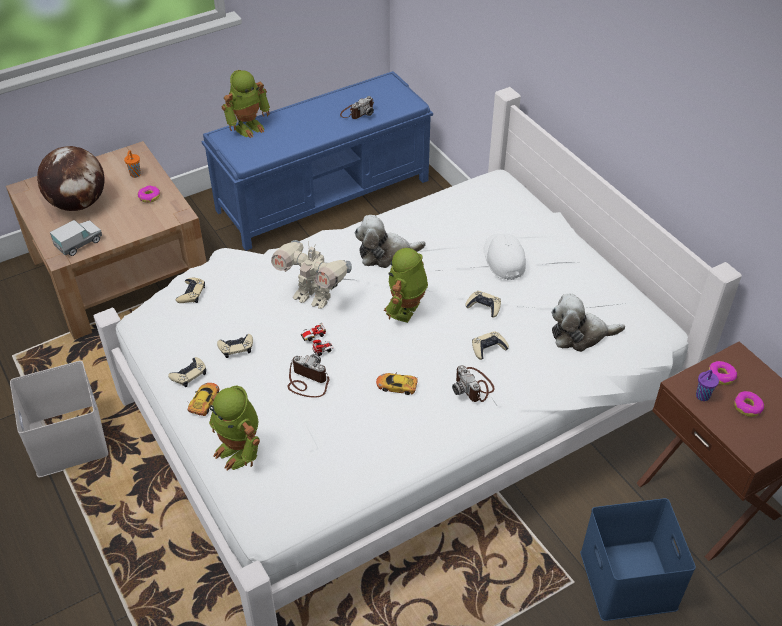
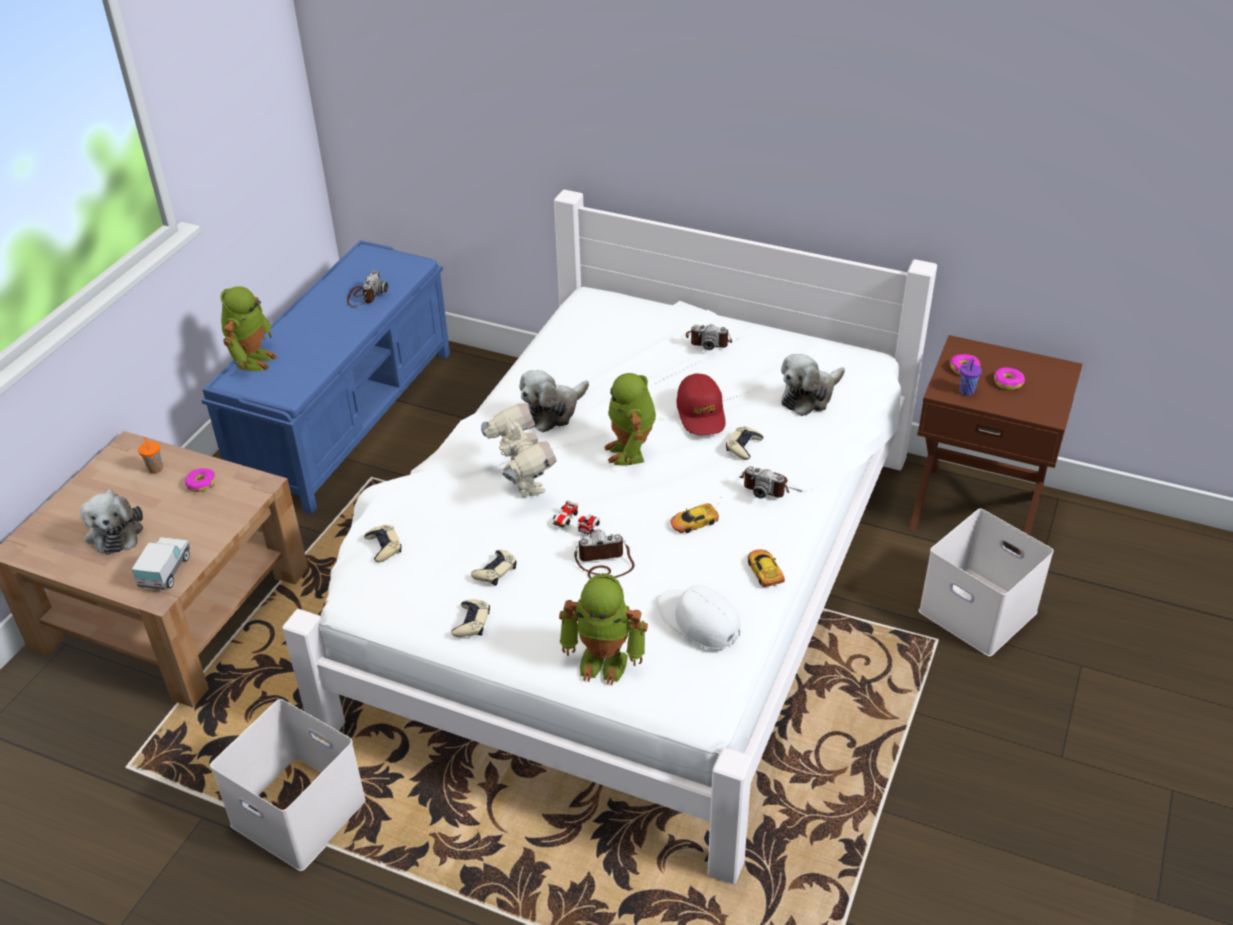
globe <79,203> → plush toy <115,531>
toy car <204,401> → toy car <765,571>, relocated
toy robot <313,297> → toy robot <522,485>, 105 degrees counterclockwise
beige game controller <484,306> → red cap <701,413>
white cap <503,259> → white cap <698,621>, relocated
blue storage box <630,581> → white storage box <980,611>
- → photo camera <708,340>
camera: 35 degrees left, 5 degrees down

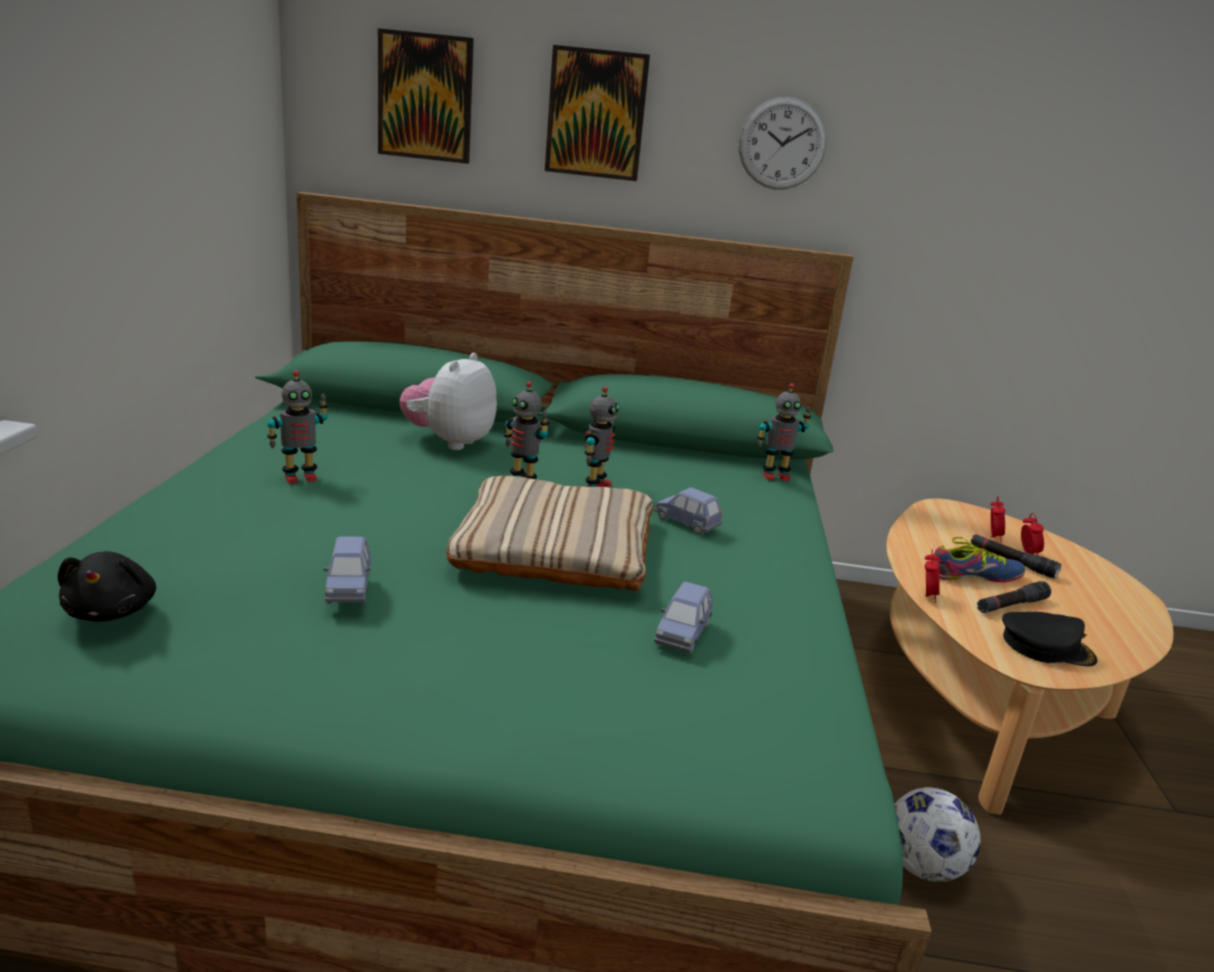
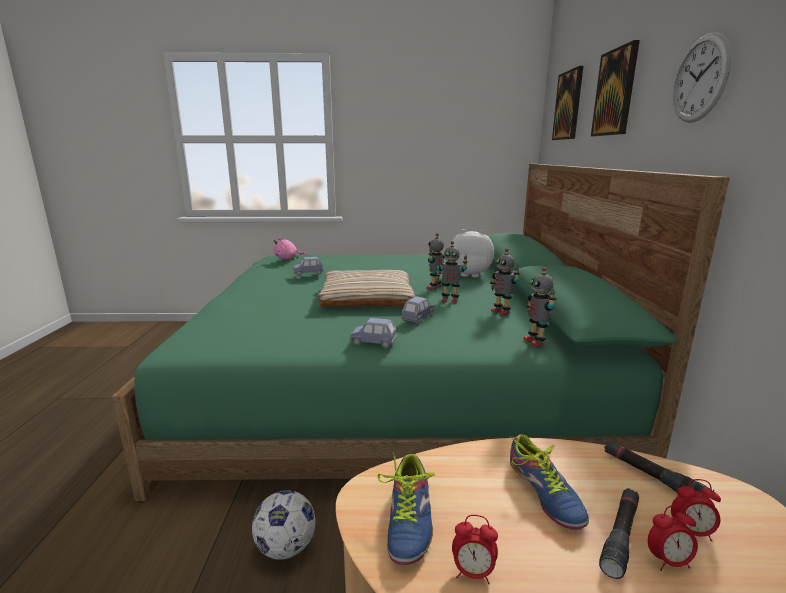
black plush toy <112,611> → pink plush toy <288,258>
toy robot <300,477> → toy robot <501,312>, relocated
blue toy car <682,634> → blue toy car <373,342>, relocated
alarm clock <927,596> → alarm clock <473,572>, relocated
black flashlight <1011,605> → black flashlight <650,476>, relocated
black cap <1045,647> → shoe <409,519>
camera: 85 degrees right, 5 degrees down

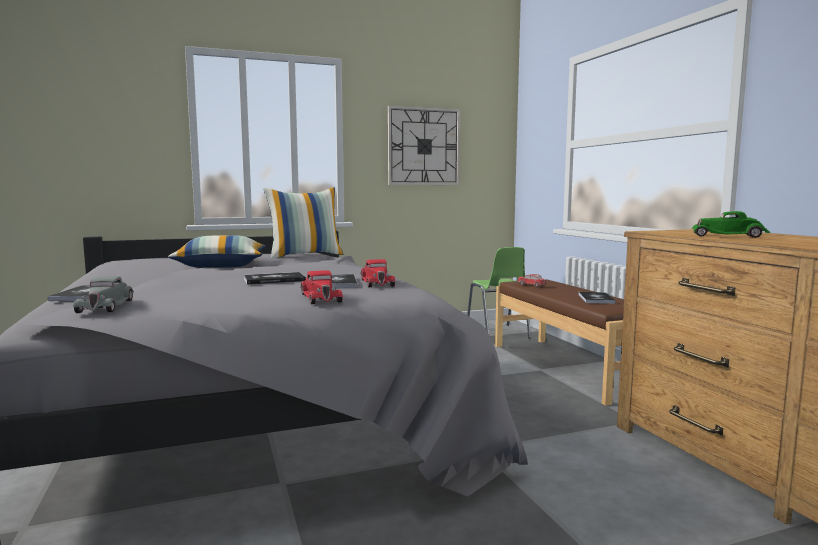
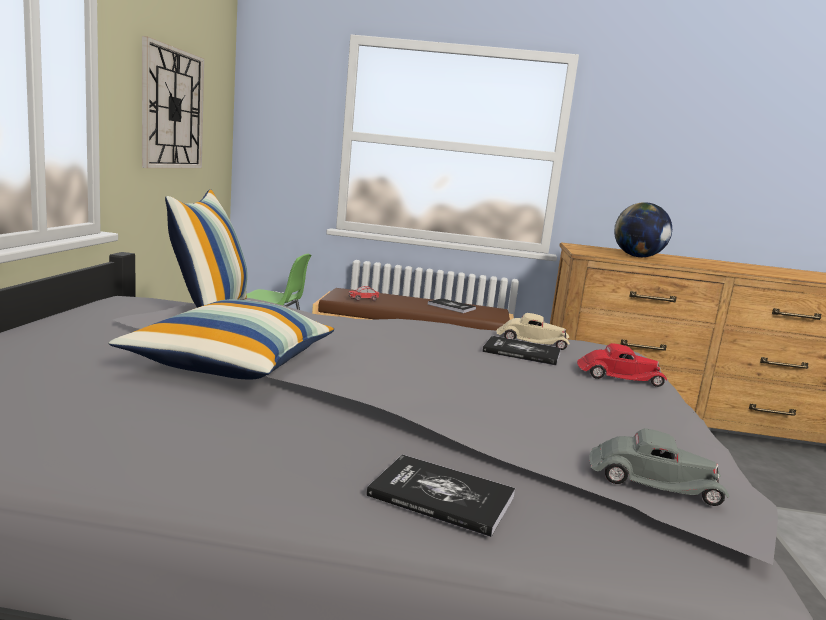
book <274,280> → -
red toy car <377,282> → beige toy car <531,341>
green toy car <729,236> → globe <637,257>
camera: 65 degrees left, 5 degrees up

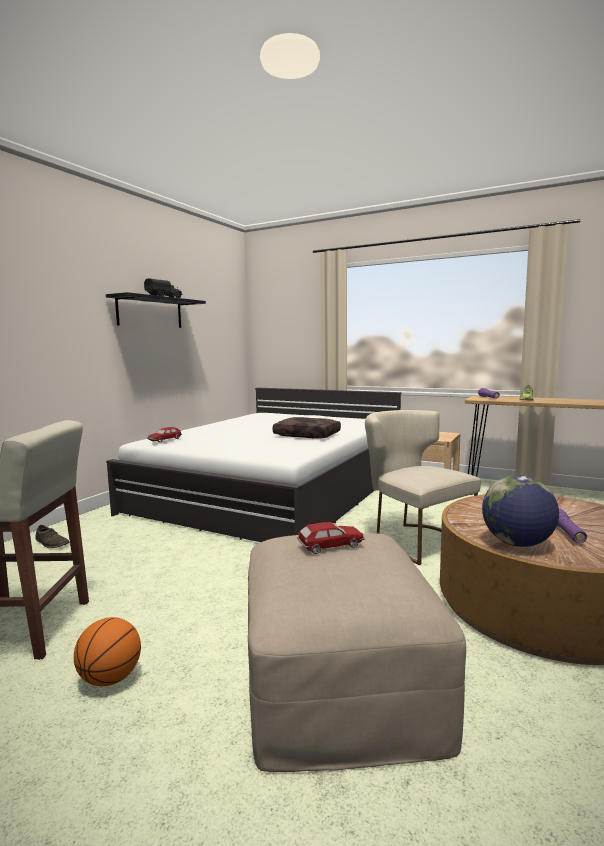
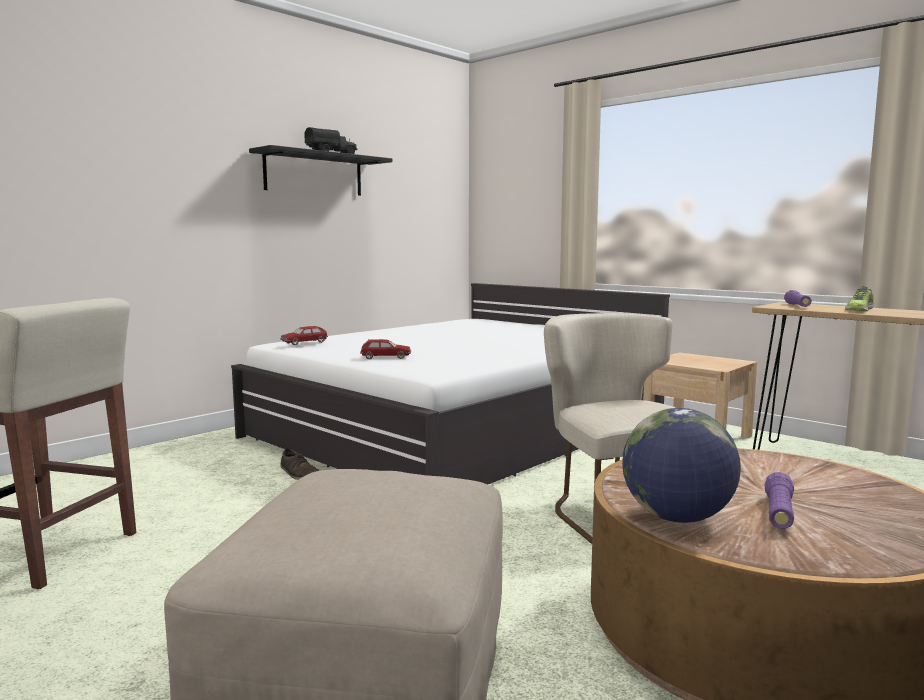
brown shoe <52,543> → brown shoe <299,473>, relocated
basketball <110,679> → -
brown pillow <308,435> → -
toy car <331,545> → toy car <386,357>, relocated
camera: 15 degrees right, 0 degrees up

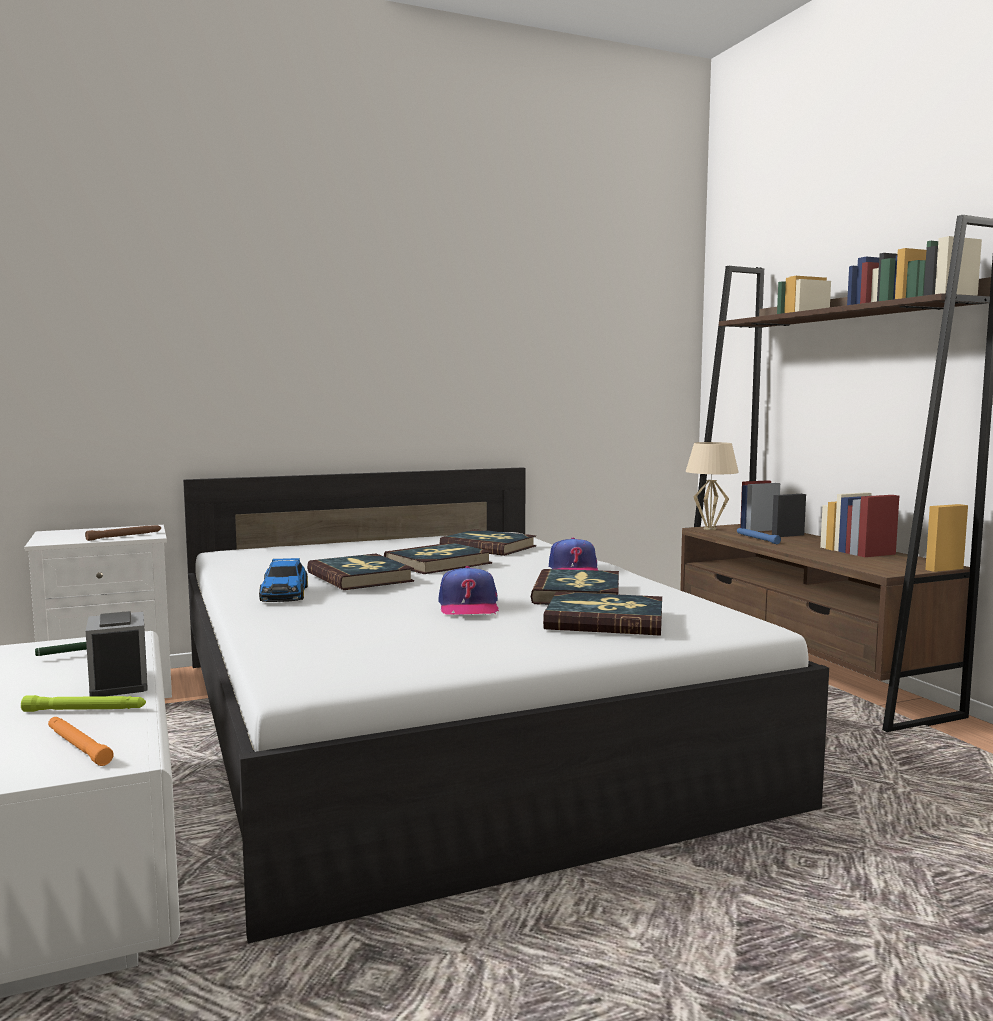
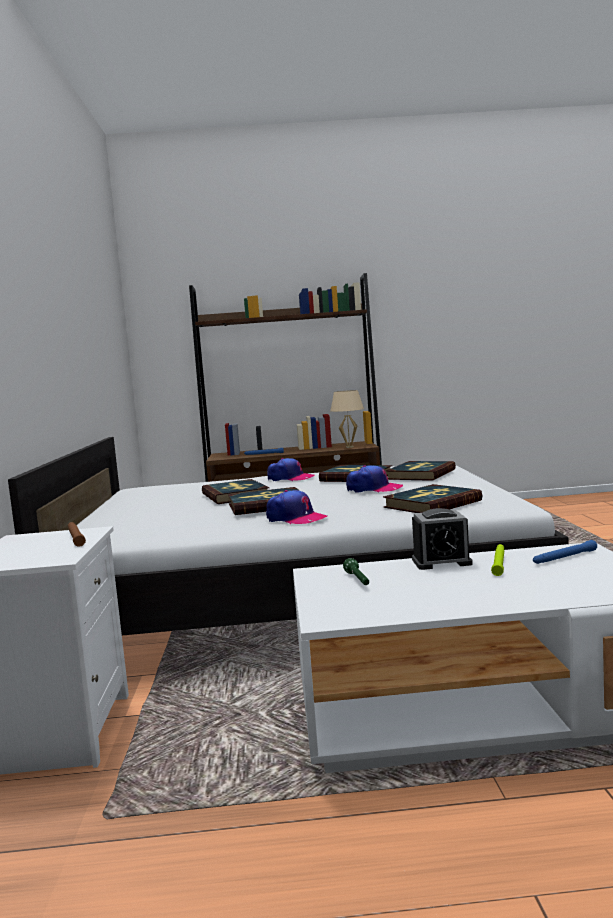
orange flashlight <77,746> → blue flashlight <564,557>
toy car <284,594> → cap <295,518>
book <488,547> → book <432,504>, relocated
beige table lamp <710,529> → beige table lamp <349,447>, relocated
camera: 70 degrees left, 0 degrees up

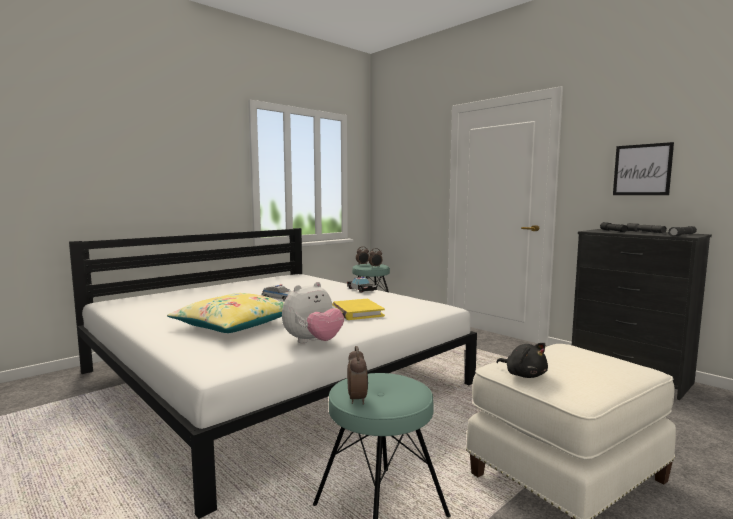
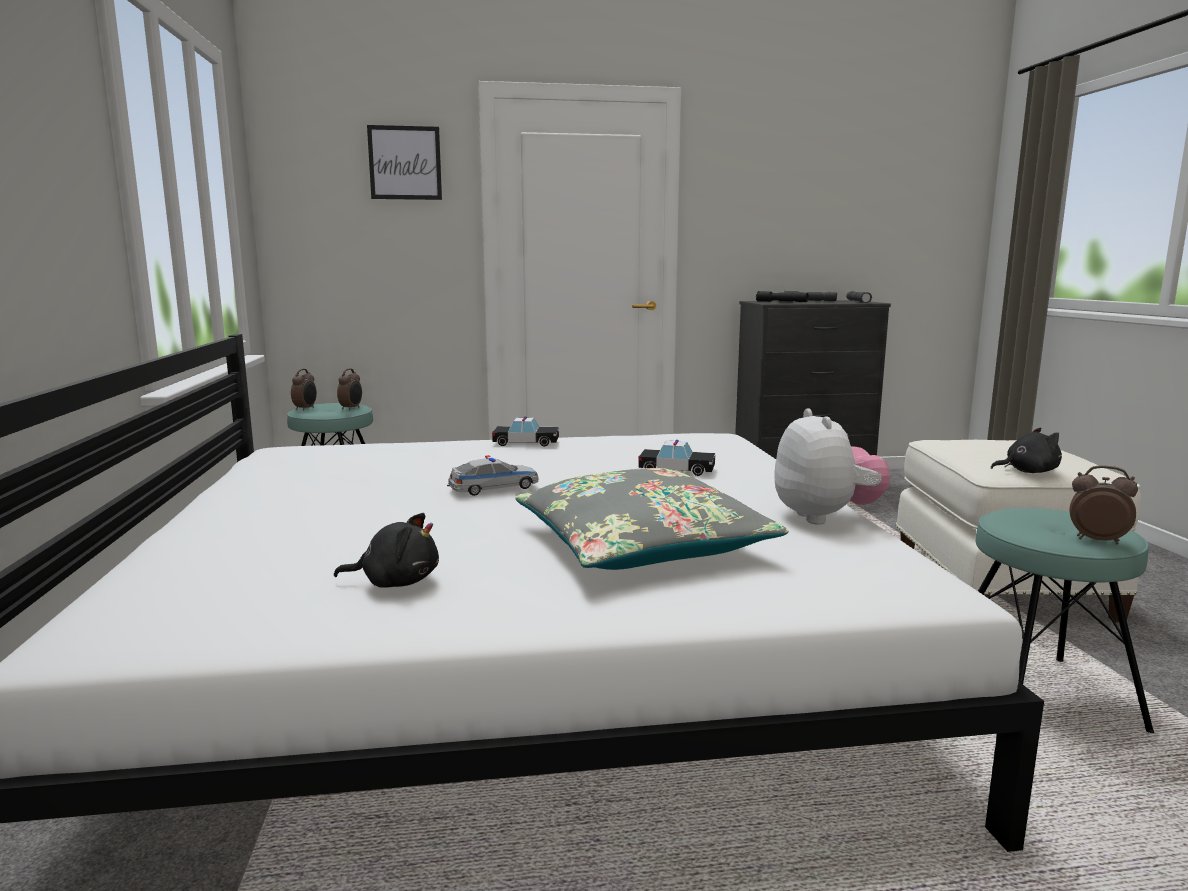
yellow pillow <234,325> → grey pillow <641,545>
yellow book <357,312> → toy car <676,470>
picture <642,169> → picture <405,163>, relocated
- → black plush toy <396,582>
camera: 55 degrees left, 5 degrees up

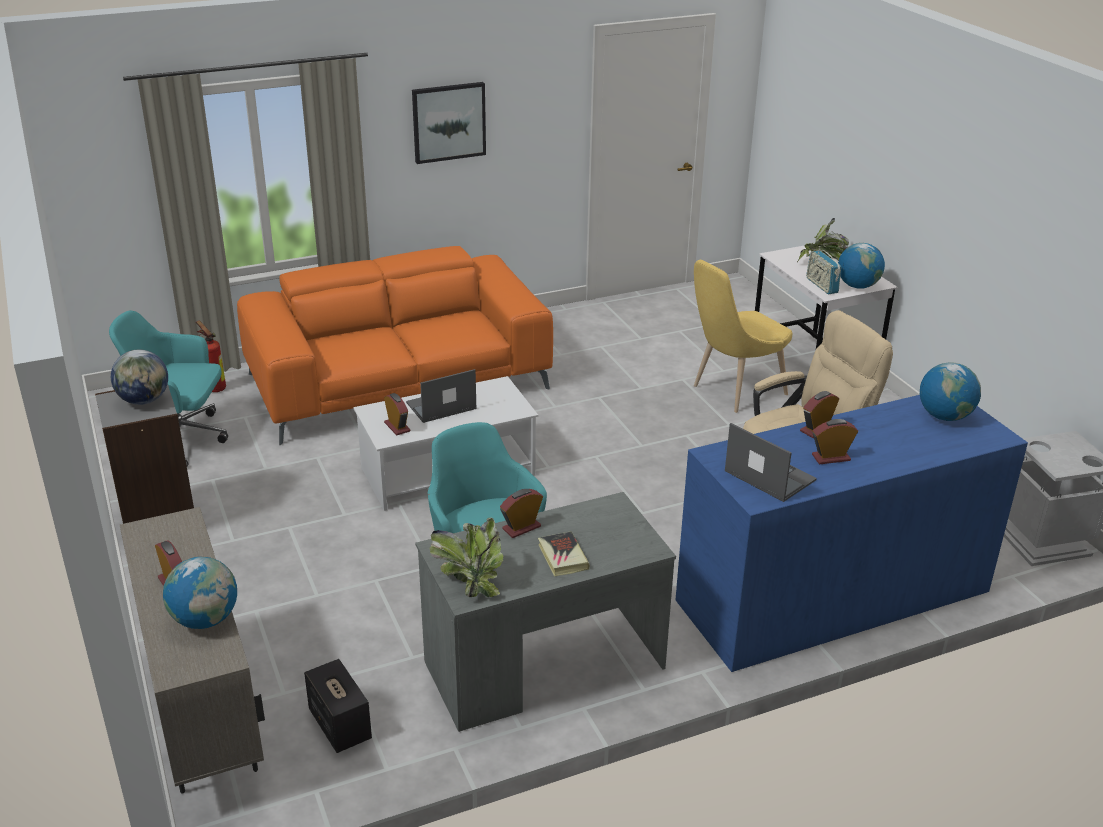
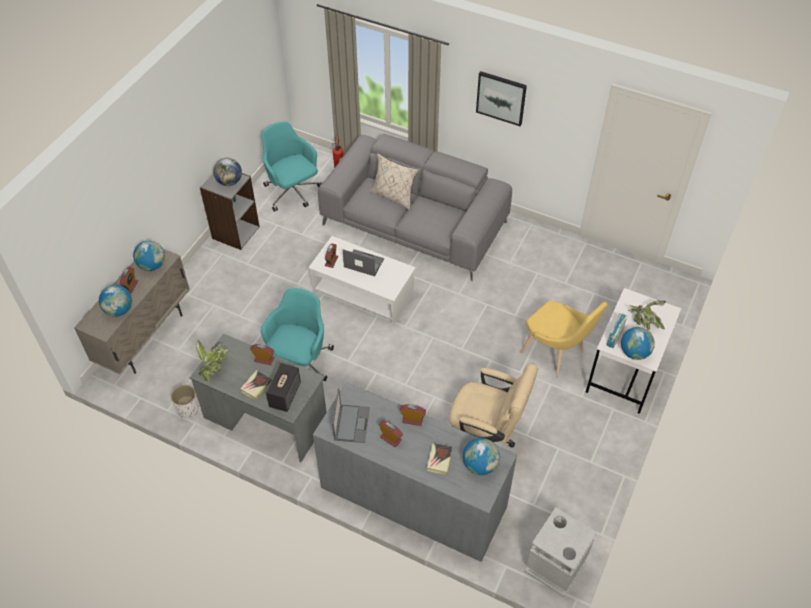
orange sofa <398,381> → grey sofa <415,223>
speaker <339,724> → speaker <285,394>, relocated
blue dresser <832,596> → grey dresser <413,496>
yellow chair <734,391> → yellow chair <556,354>, 150 degrees counterclockwise
- → globe <152,265>
- → white planter <188,408>
- → beige pillow <393,196>
- → book <439,459>
camera: 50 degrees right, 20 degrees up

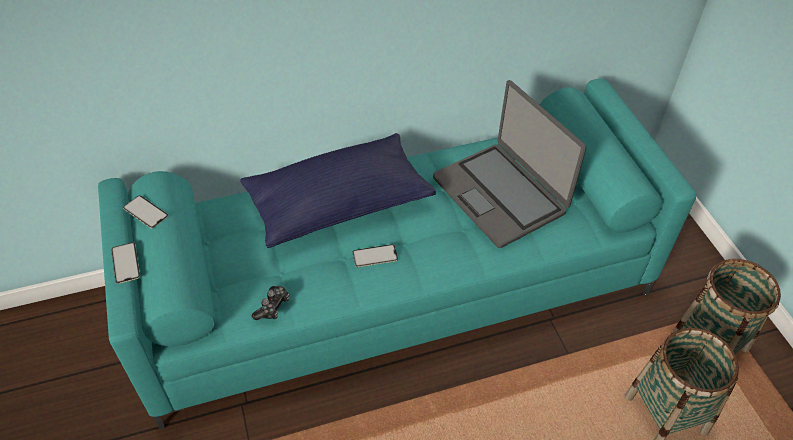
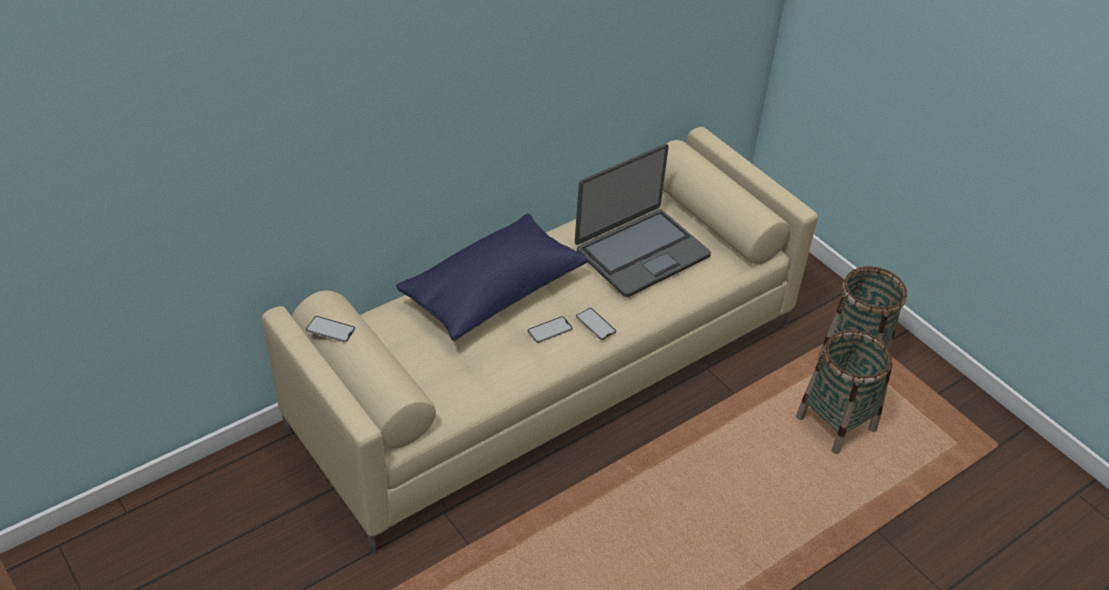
turquoise sofa <396,289> → beige sofa <550,374>
phone <125,263> → phone <595,324>, relocated
game controller <272,307> → -
laptop <500,194> → laptop <641,252>, 75 degrees counterclockwise
camera: 20 degrees left, 5 degrees down

